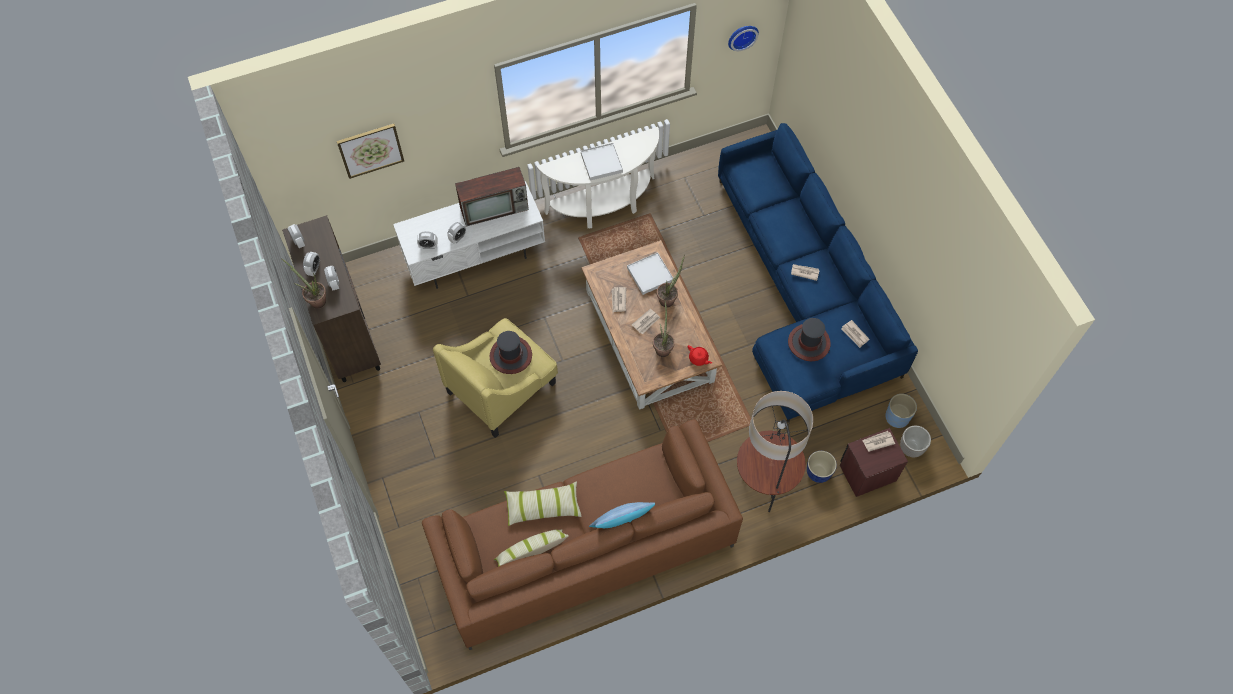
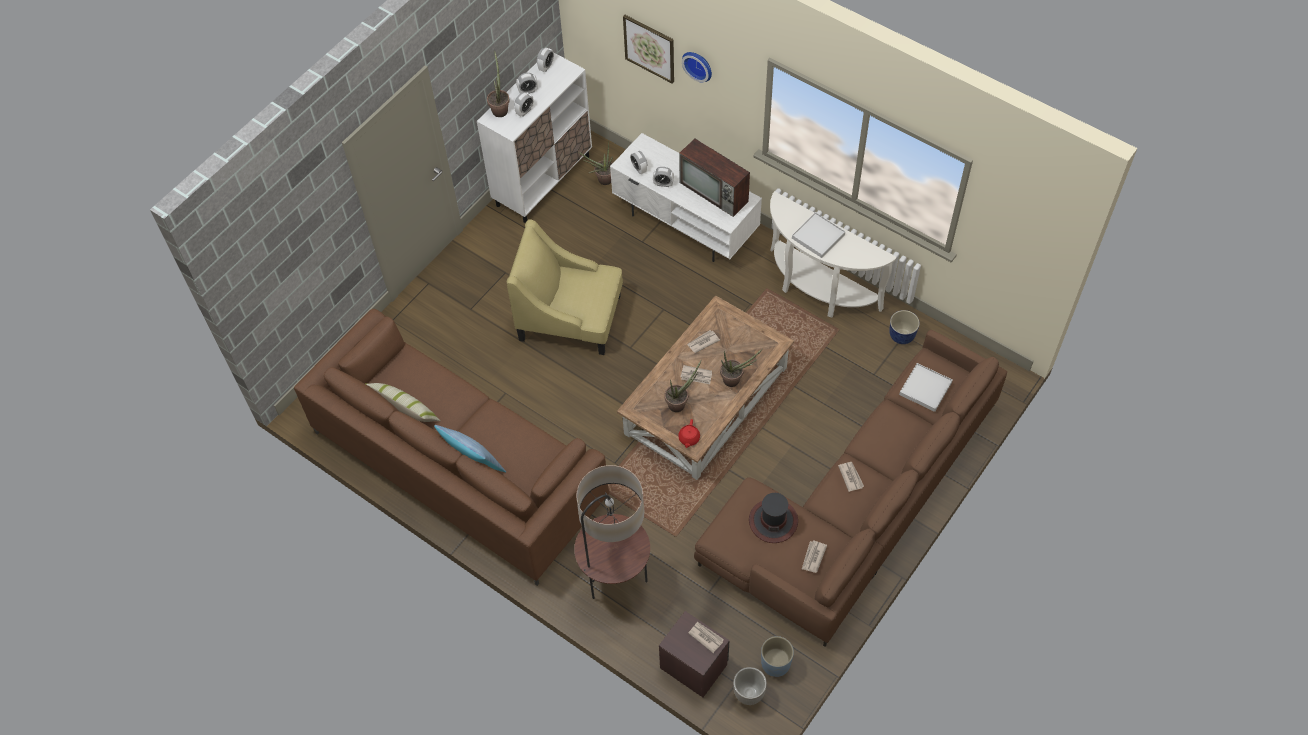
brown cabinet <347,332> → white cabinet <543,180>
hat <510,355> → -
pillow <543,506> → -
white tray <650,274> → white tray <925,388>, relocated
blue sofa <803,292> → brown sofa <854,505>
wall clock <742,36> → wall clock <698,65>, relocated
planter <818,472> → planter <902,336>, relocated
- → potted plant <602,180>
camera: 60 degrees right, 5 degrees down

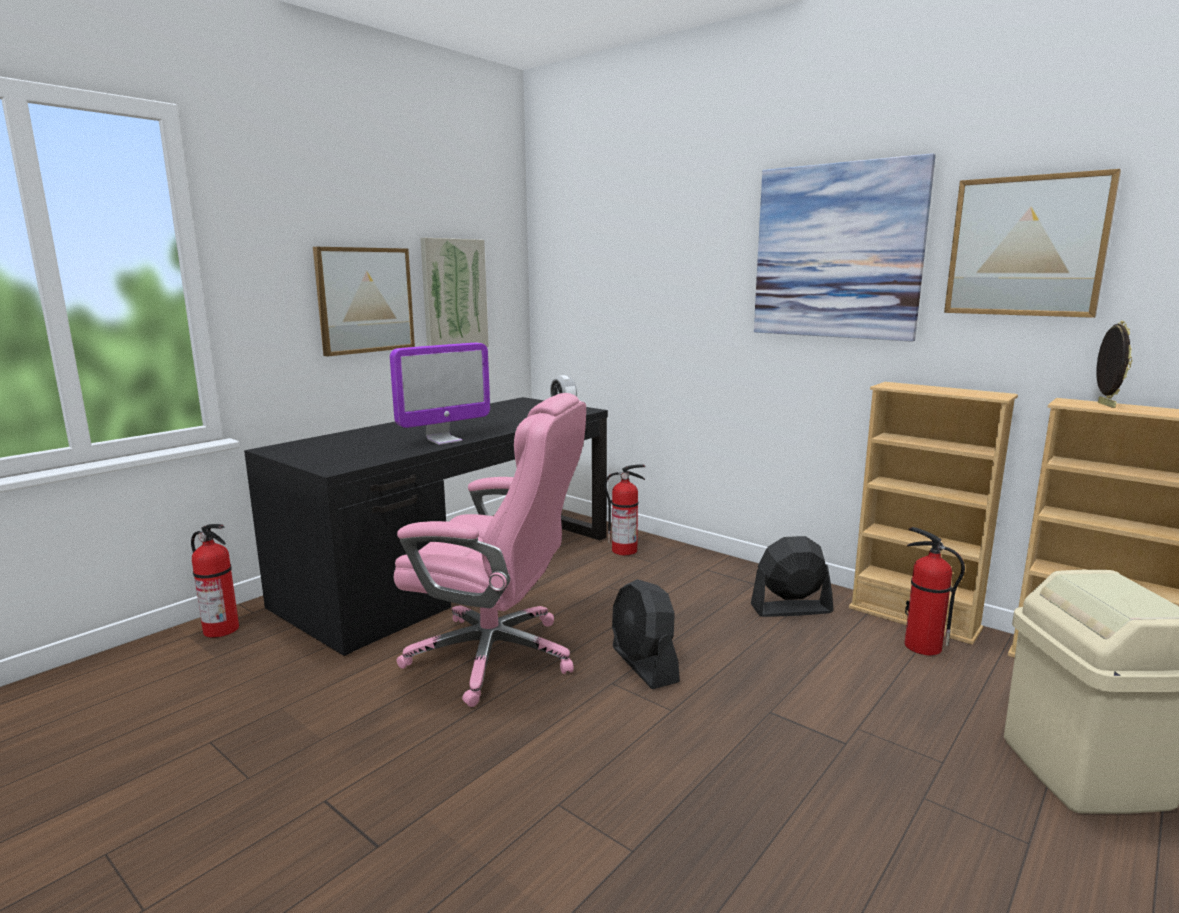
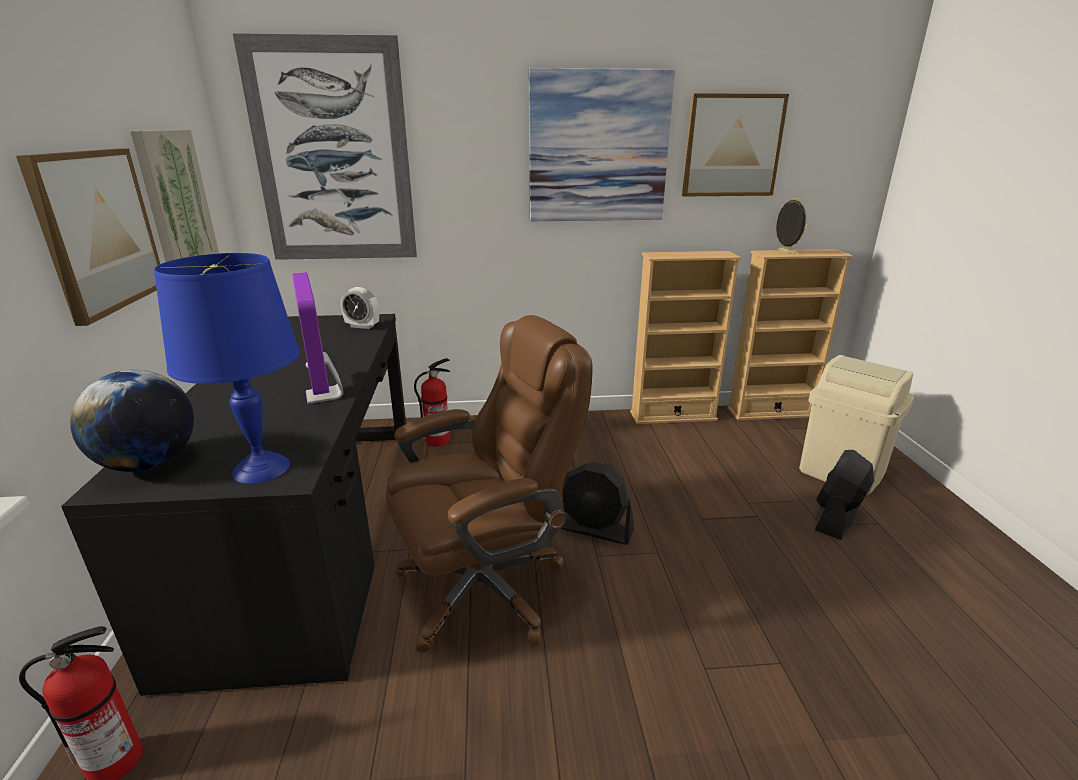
monitor <444,440> → monitor <324,395>, 150 degrees clockwise
pink office chair <496,656> → brown office chair <485,587>
black fan <791,609> → black fan <837,518>, relocated
fire extinguisher <921,646> → -
- → globe <149,464>
- → blue table lamp <261,469>
- → picture <333,154>
camera: 45 degrees left, 10 degrees up

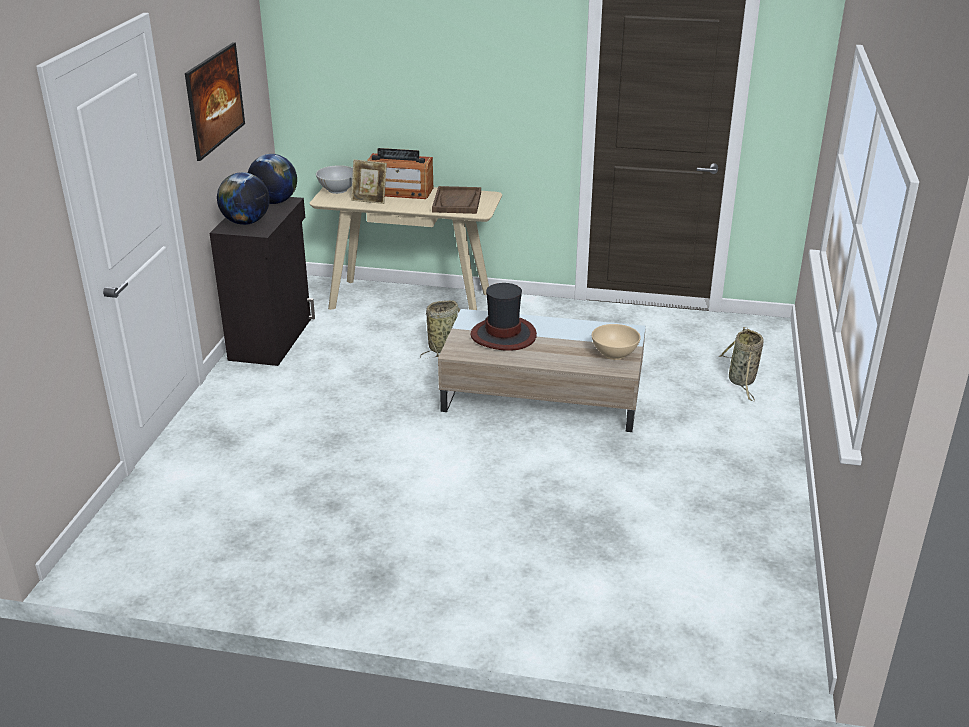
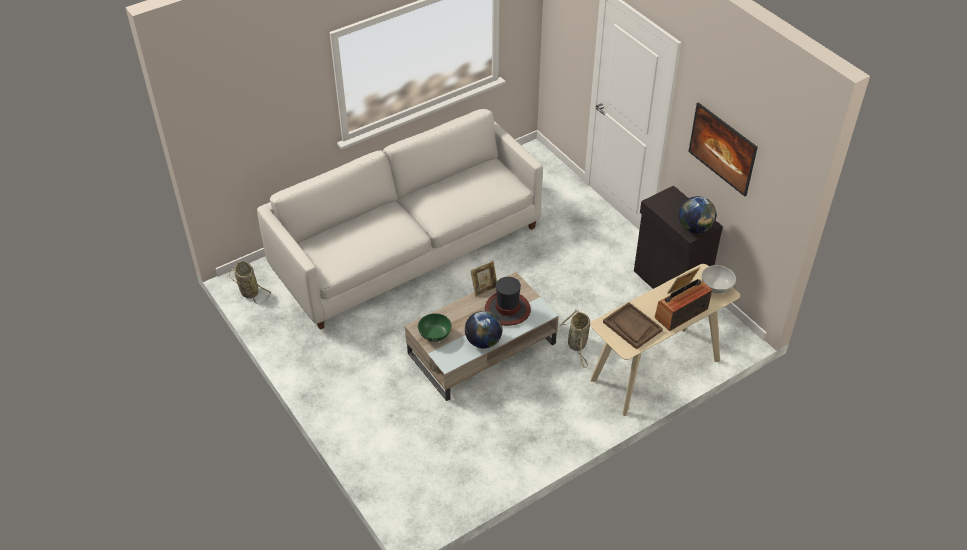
globe <246,222> → globe <483,341>, relocated
beige bowl <614,354> → green bowl <435,335>
basket <742,381> → basket <248,291>, relocated
- → white sofa <407,248>
- → picture frame <484,289>
camera: 135 degrees right, 15 degrees up

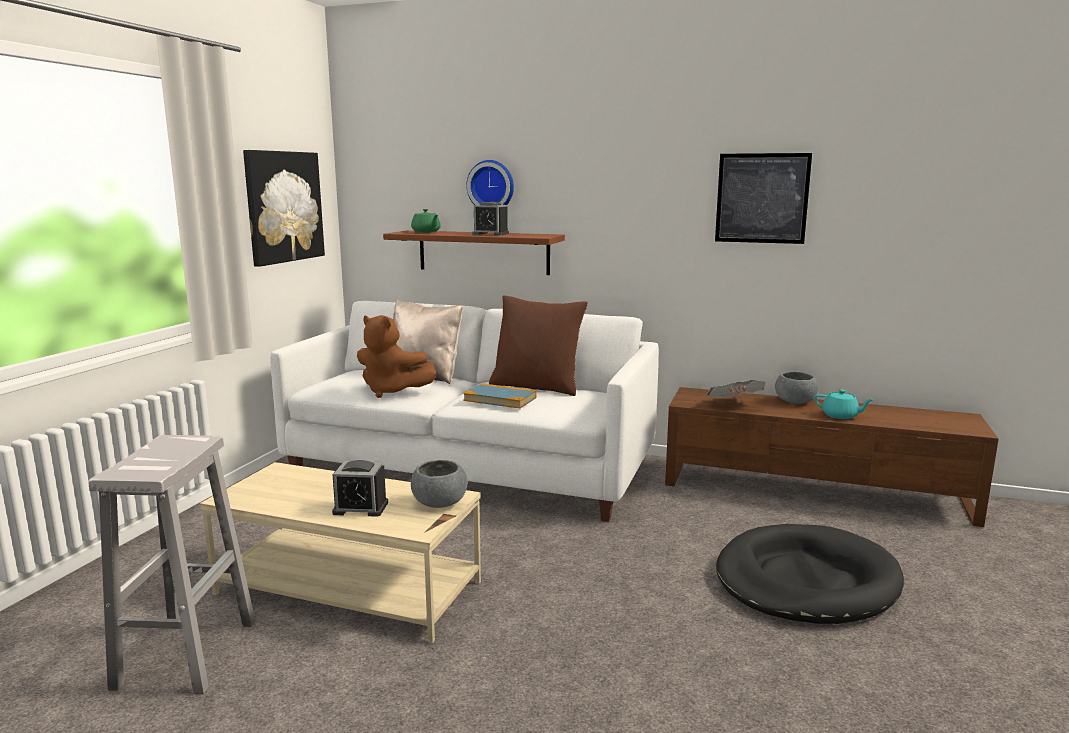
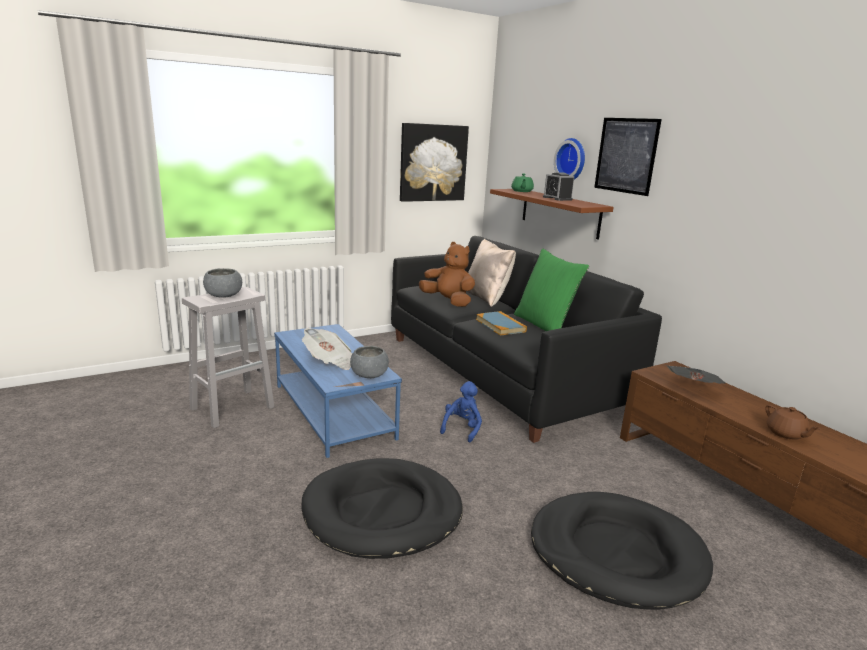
beige coffee table <350,587> → blue coffee table <334,411>
white sofa <472,466> → black sofa <501,372>
alarm clock <360,508> → newspaper <329,362>
brown plush toy <392,391> → brown plush toy <448,302>, 150 degrees clockwise
brown pillow <537,386> → green pillow <544,325>
picture <762,198> → picture <626,155>, relocated
grey bowl <795,402> → grey bowl <223,296>, relocated
turquoise teapot <840,416> → brown teapot <786,434>
- → black dog bed <382,512>
- → blue plush toy <462,428>
camera: 40 degrees right, 5 degrees up

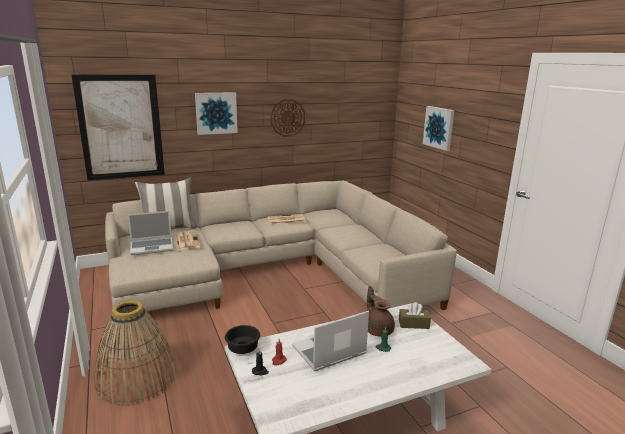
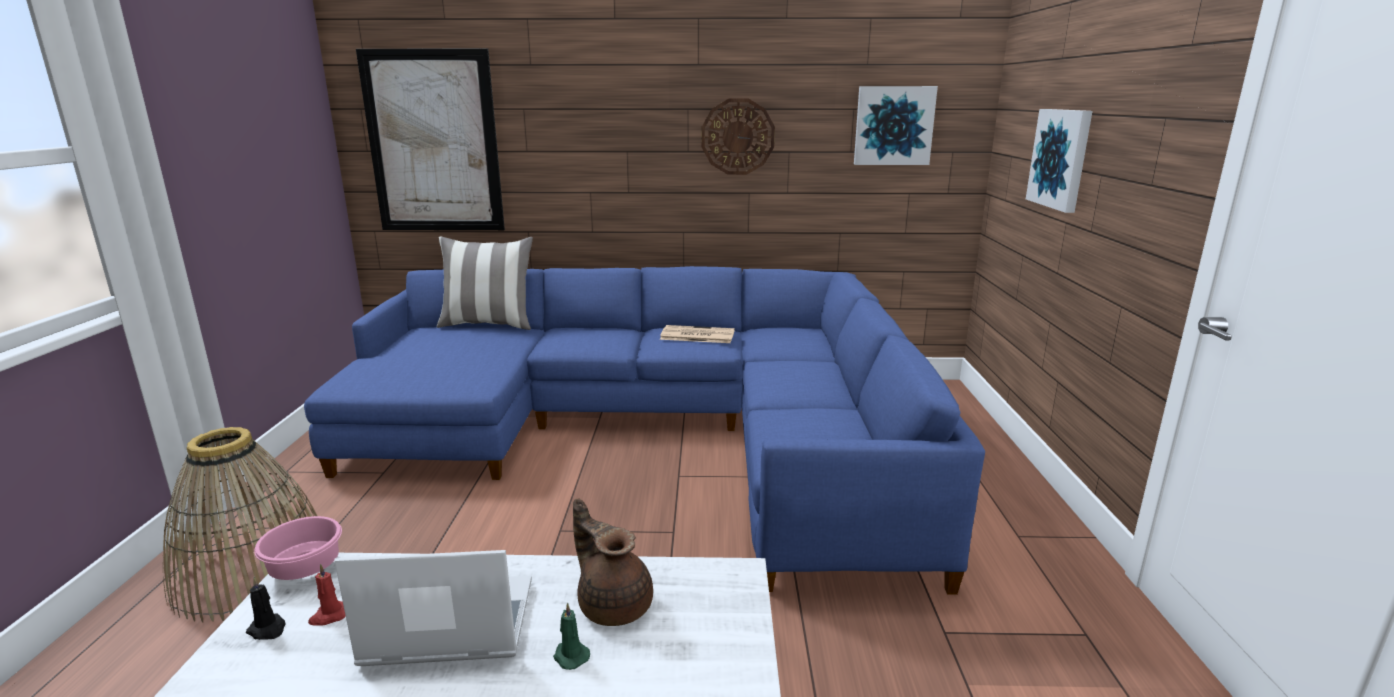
beige sofa <273,272> → blue sofa <652,433>
laptop <152,247> → -
newspaper <187,240> → -
picture <216,113> → picture <893,125>, relocated
black bowl <243,349> → pink bowl <304,570>
brown teapot <378,329> → brown teapot <613,604>, 45 degrees counterclockwise
brown tissue box <413,324> → -
camera: 25 degrees right, 0 degrees up

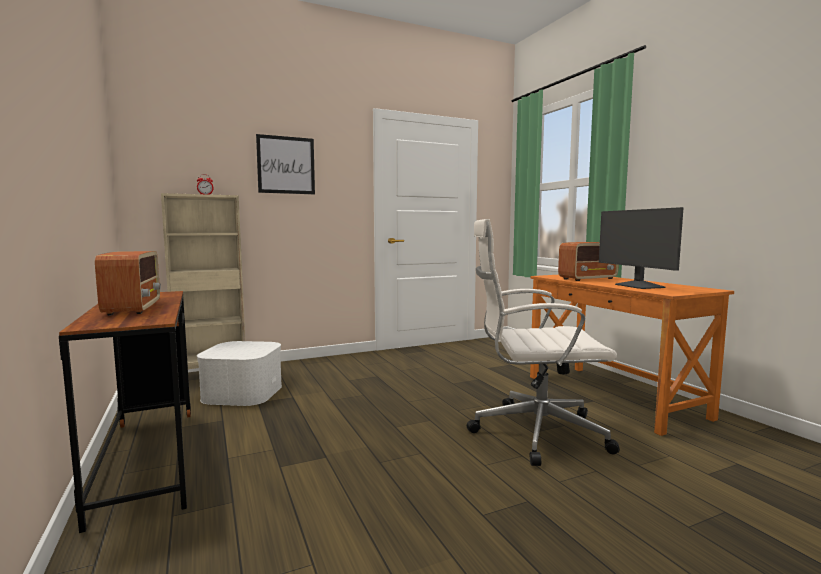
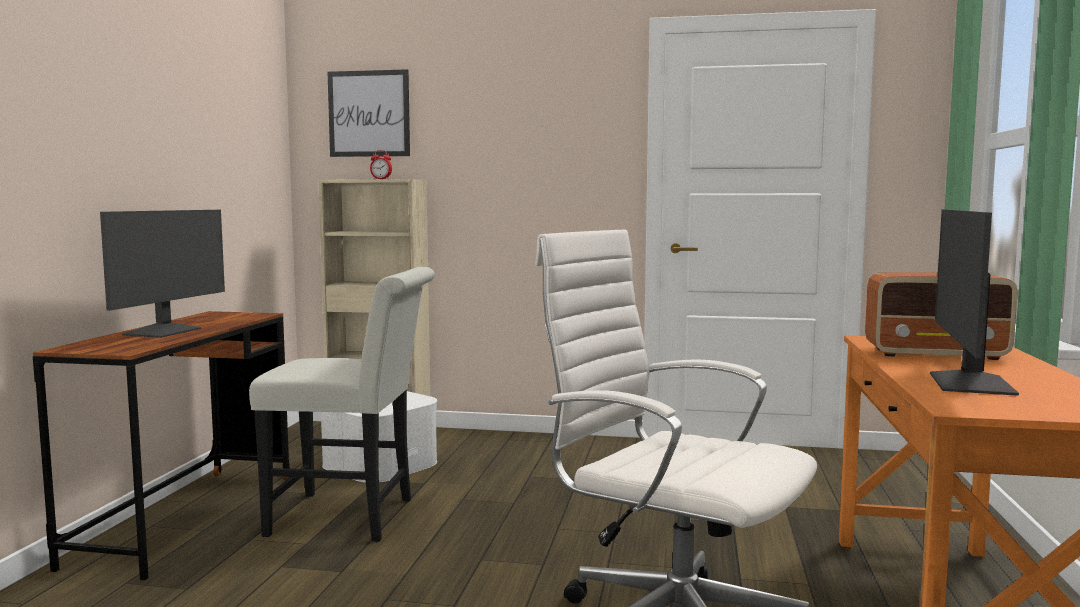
radio <133,308> → monitor <164,332>
picture <286,165> → picture <369,113>, relocated
- → white chair <352,517>
camera: 35 degrees right, 0 degrees up

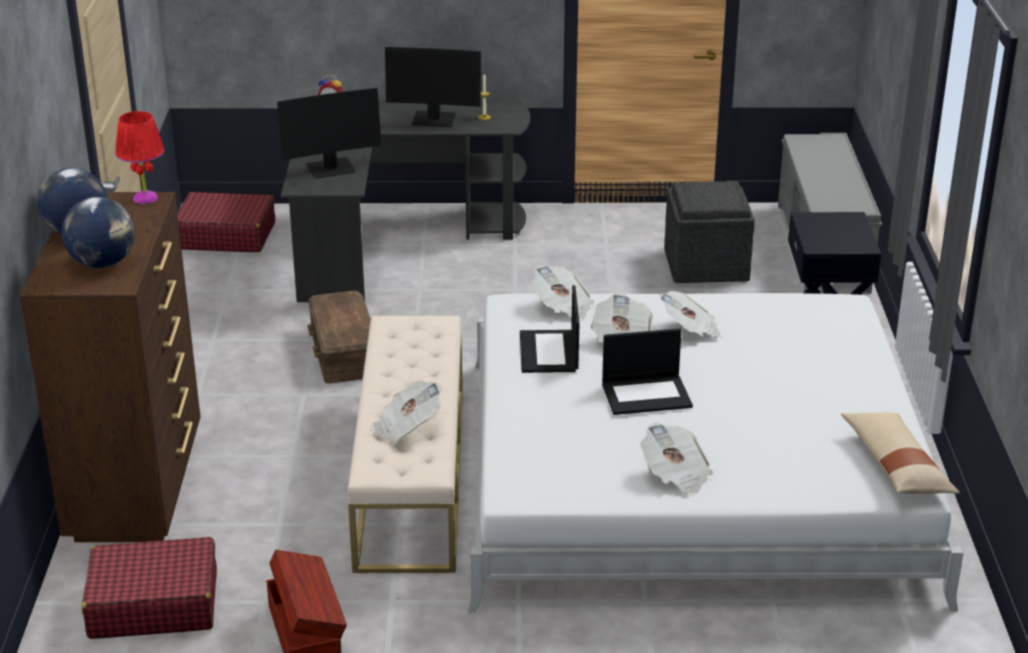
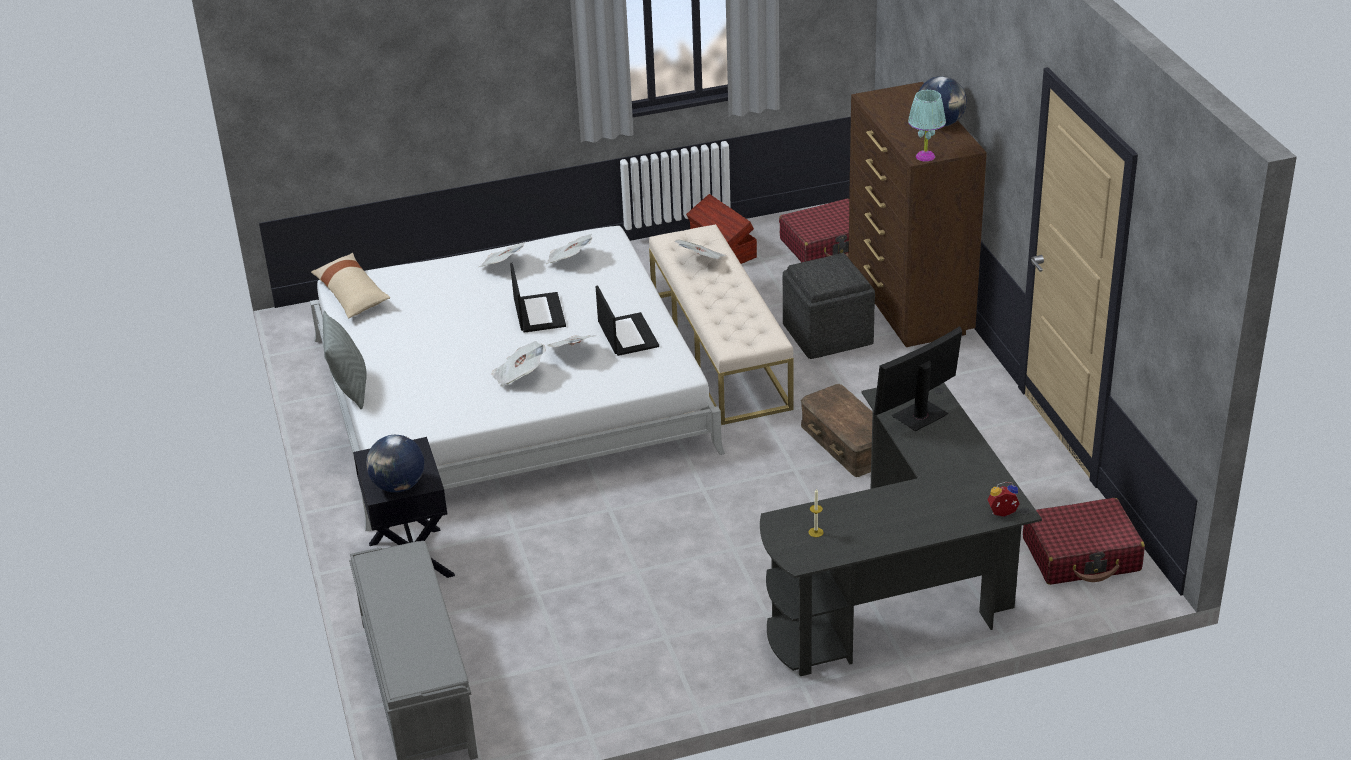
globe <102,263> → globe <398,486>, relocated
red table lamp <145,198> → turquoise table lamp <925,156>
monitor <434,120> → -
newspaper <563,308> → newspaper <569,260>, relocated
laptop <647,395> → laptop <538,312>, 105 degrees clockwise
grey ottoman <707,265> → grey ottoman <826,334>, relocated
- → grey pillow <350,389>
camera: 165 degrees right, 5 degrees up

